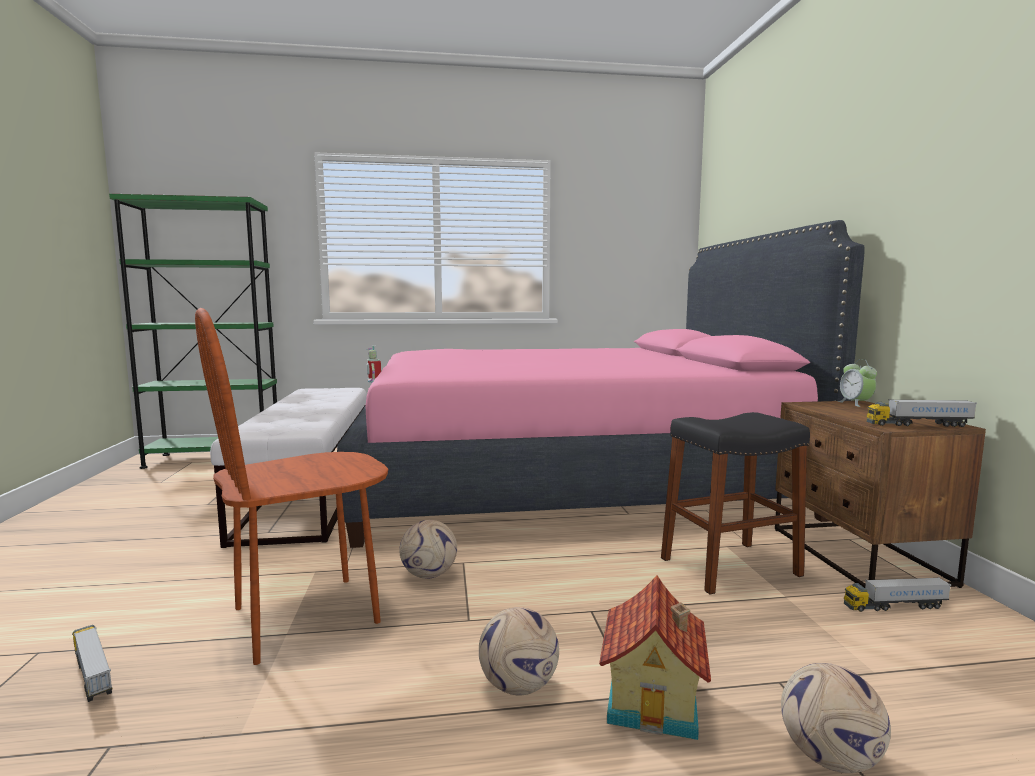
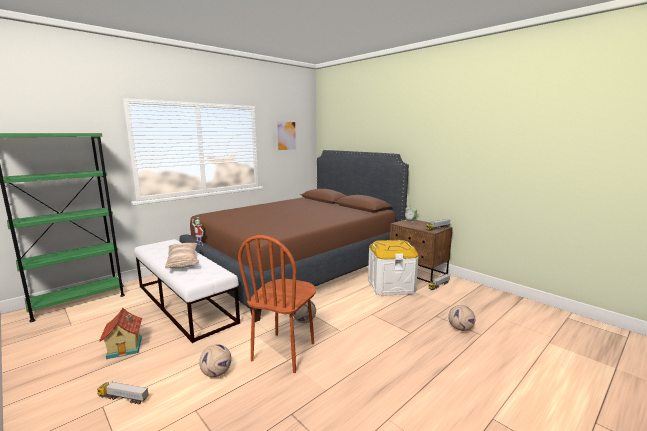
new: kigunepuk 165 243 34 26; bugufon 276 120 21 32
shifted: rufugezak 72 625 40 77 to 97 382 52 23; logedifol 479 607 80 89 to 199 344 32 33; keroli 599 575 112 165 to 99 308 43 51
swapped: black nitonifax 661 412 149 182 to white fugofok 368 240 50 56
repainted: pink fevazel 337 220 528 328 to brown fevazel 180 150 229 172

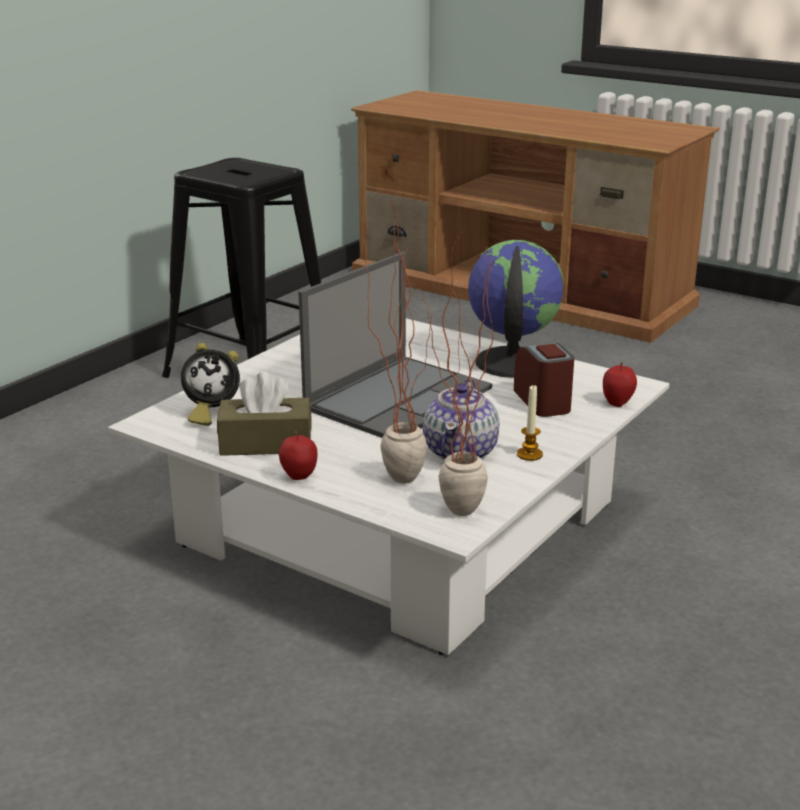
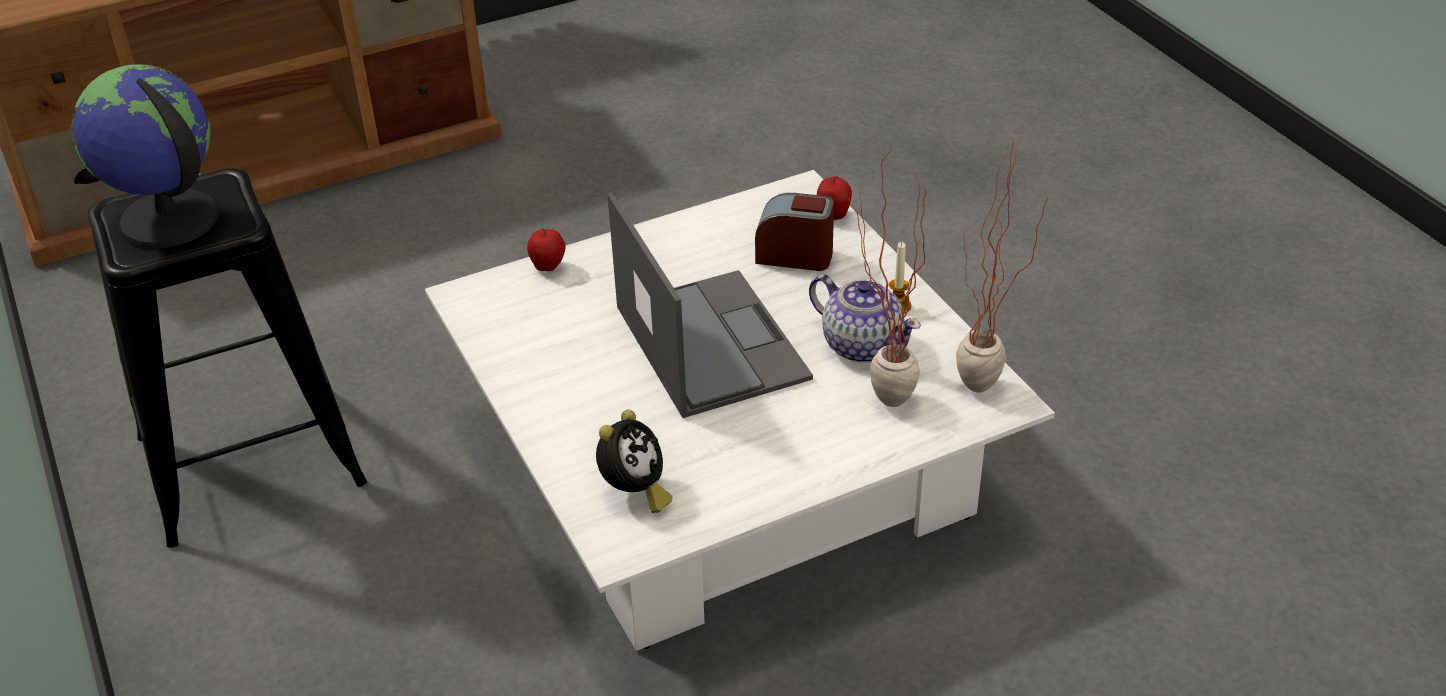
gone: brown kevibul 217 372 95 84
shifted: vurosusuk 279 431 39 49 to 527 228 38 43; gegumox 468 240 96 138 to 71 65 148 184

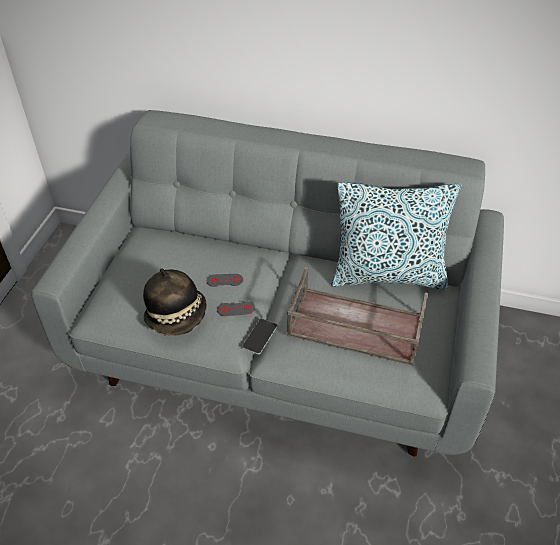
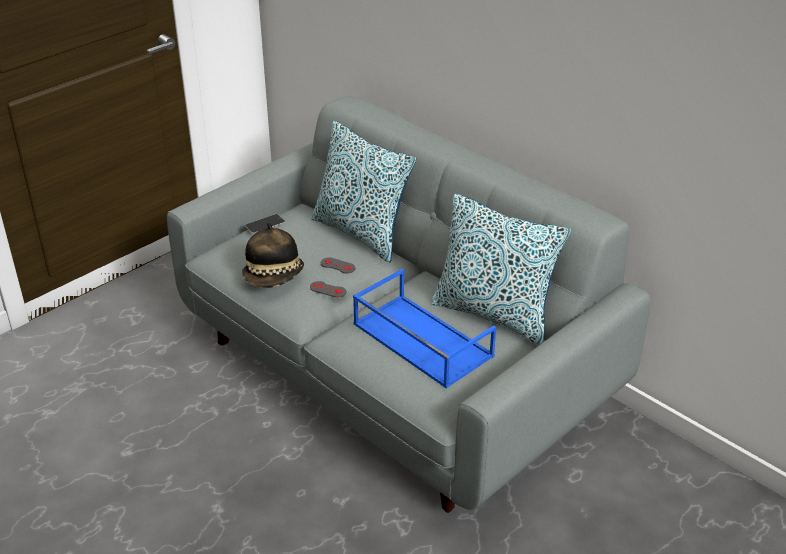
new: kigunepuk 311 121 105 141
shifted: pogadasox 242 318 36 36 to 245 214 41 20
repainted: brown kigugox 287 267 141 98 to blue kigugox 353 269 143 120

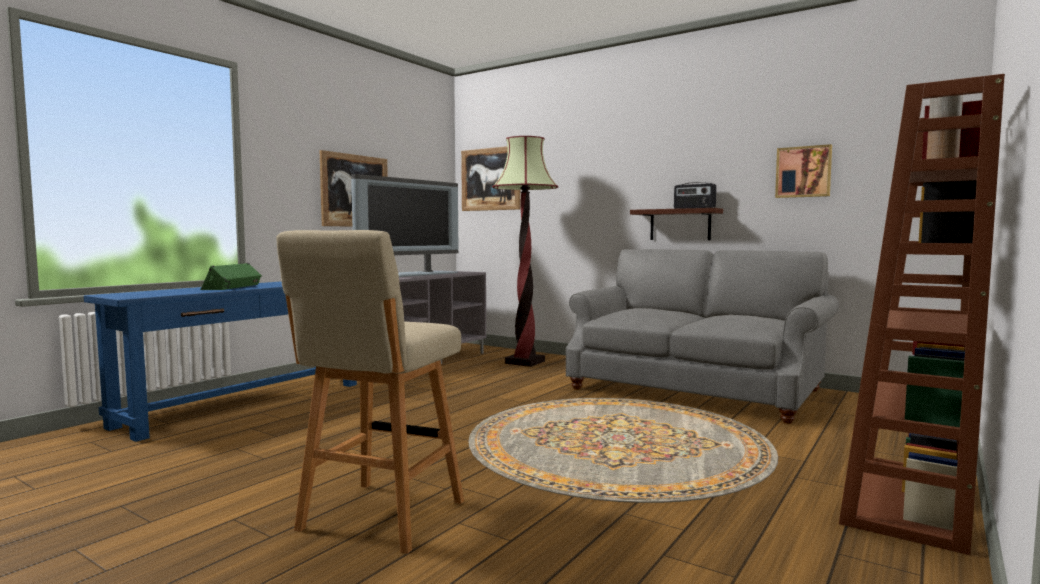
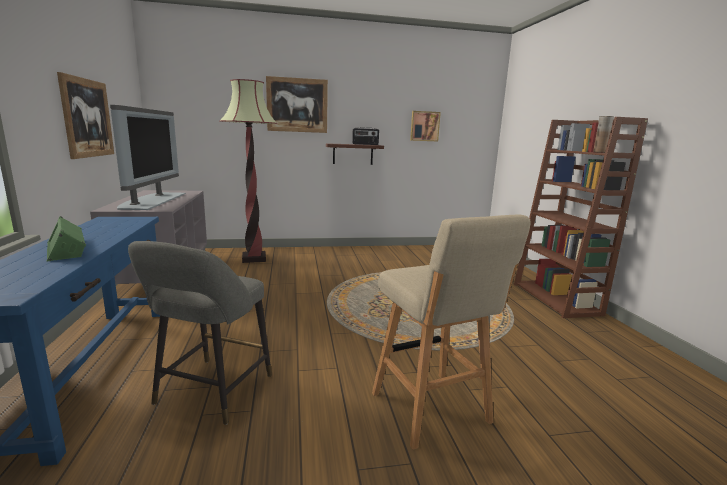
gone: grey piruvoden 566 249 273 175
new: grey nitonifax 128 241 144 184
shifted: bugufon 461 146 60 65 to 266 76 62 57

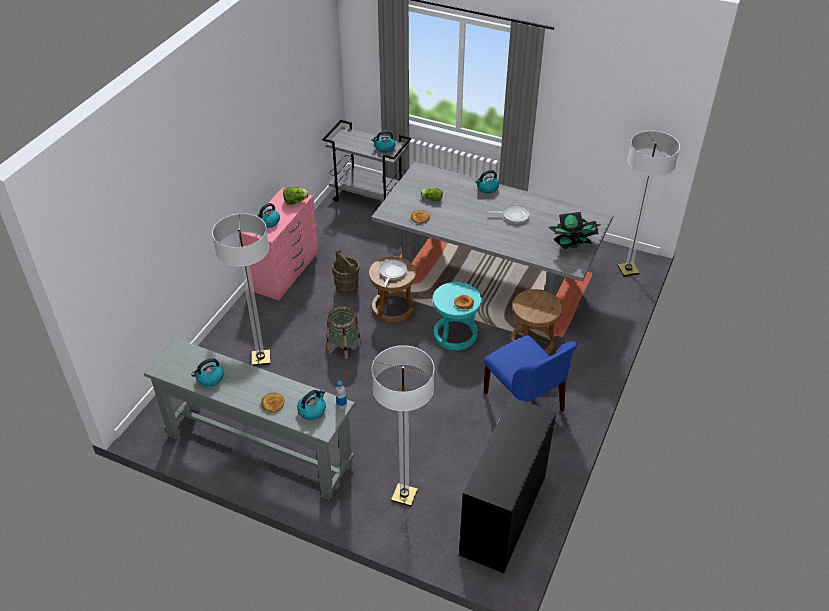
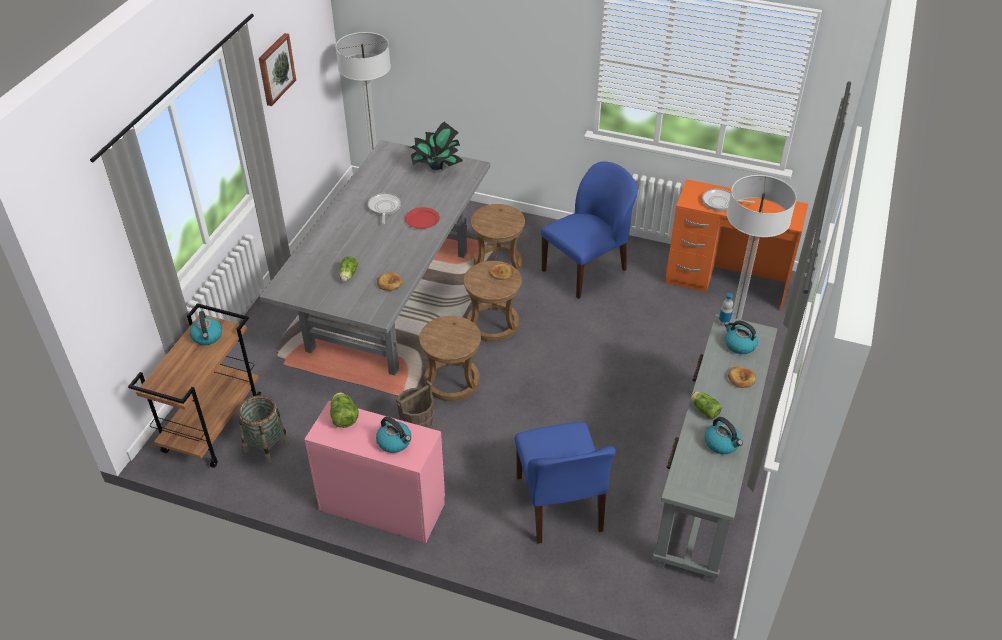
gone: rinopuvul 475 170 24 24
new: bugufon 259 33 37 73; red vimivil 405 207 35 22; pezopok 691 392 31 27
shifted: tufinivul 327 306 34 53 to 238 395 51 69; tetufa 379 259 28 28 to 702 189 53 22
swapped: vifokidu 212 213 58 153 to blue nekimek 514 422 102 122
repainted: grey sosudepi 322 120 89 82 to brown sosudepi 128 303 133 165; turquoise nitonifax 432 282 50 68 to brown nitonifax 463 261 59 81; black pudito 459 397 97 176 to orange pudito 665 179 143 132

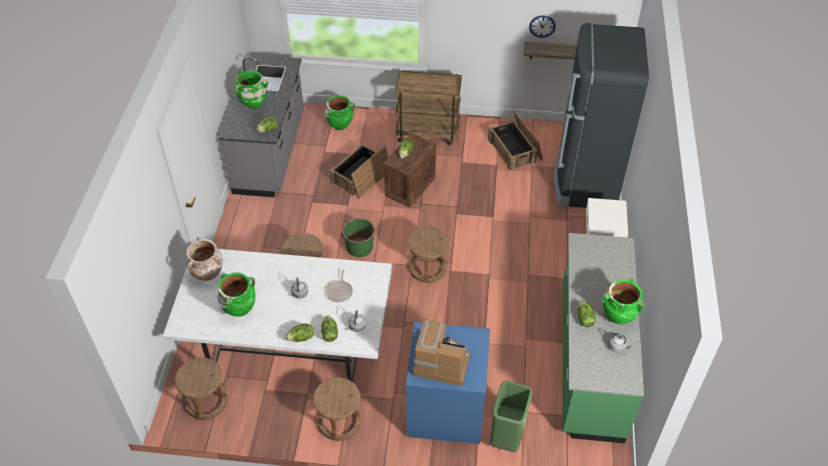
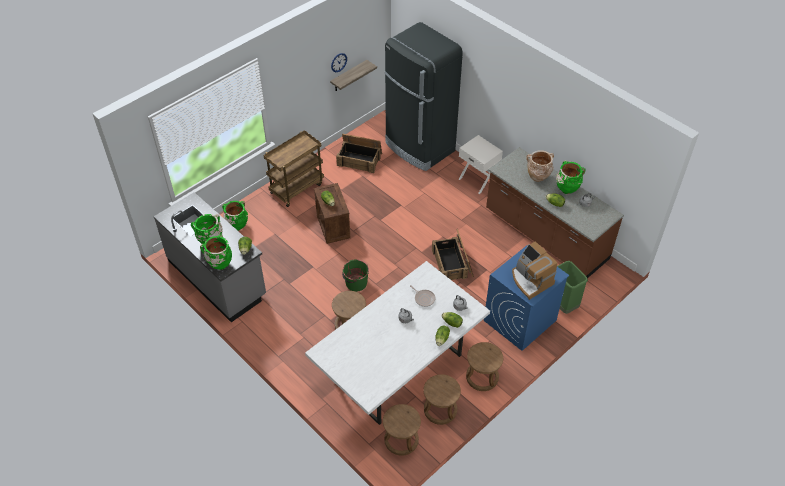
shifted: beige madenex 186 237 37 44 to 526 150 28 32; green madenex 217 272 39 45 to 200 234 32 36; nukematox 329 143 59 56 to 432 229 42 51; brown nitonifax 408 226 41 57 to 423 374 38 51
repainted: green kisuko 563 233 81 210 to brown kisuko 486 147 138 131
rotated: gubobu 413 319 57 67 = 512 241 46 59 90 degrees counterclockwise

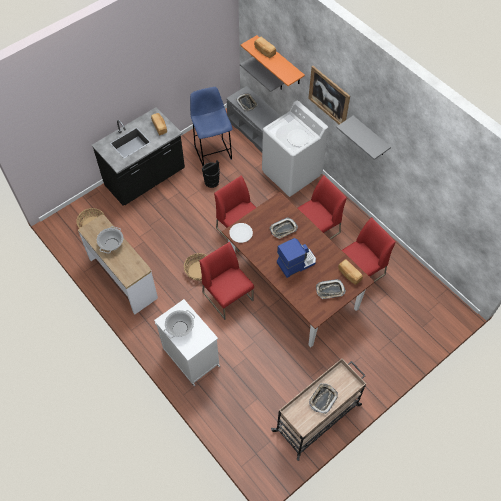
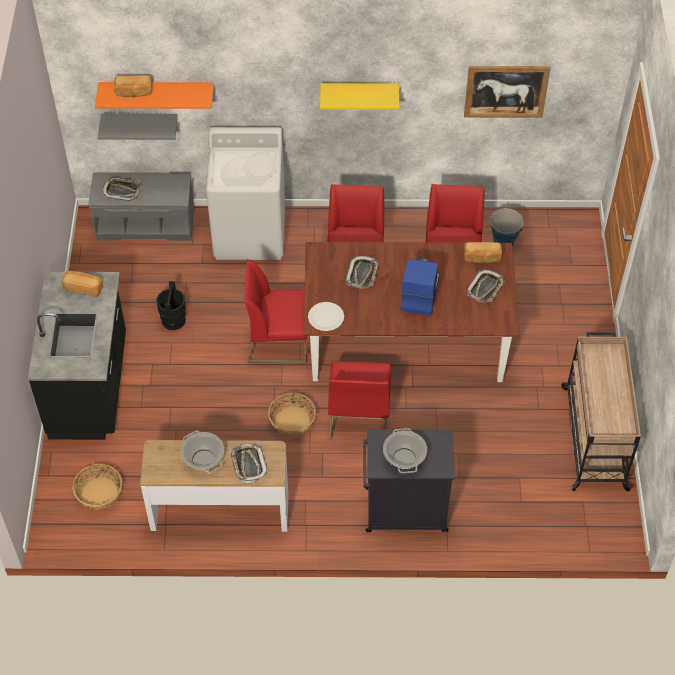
gone: blue nitonifax 190 87 42 79
new: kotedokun 490 208 34 38
shifted: bugufon 308 66 42 59 to 464 66 86 52; kigugox 309 383 29 31 to 230 443 38 40
repainted: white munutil 154 299 66 87 to black munutil 363 429 92 103; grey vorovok 336 116 55 44 to yellow vorovok 320 83 80 27
rotated: red nekimek 199 242 55 78 = 328 361 63 80 90 degrees counterclockwise

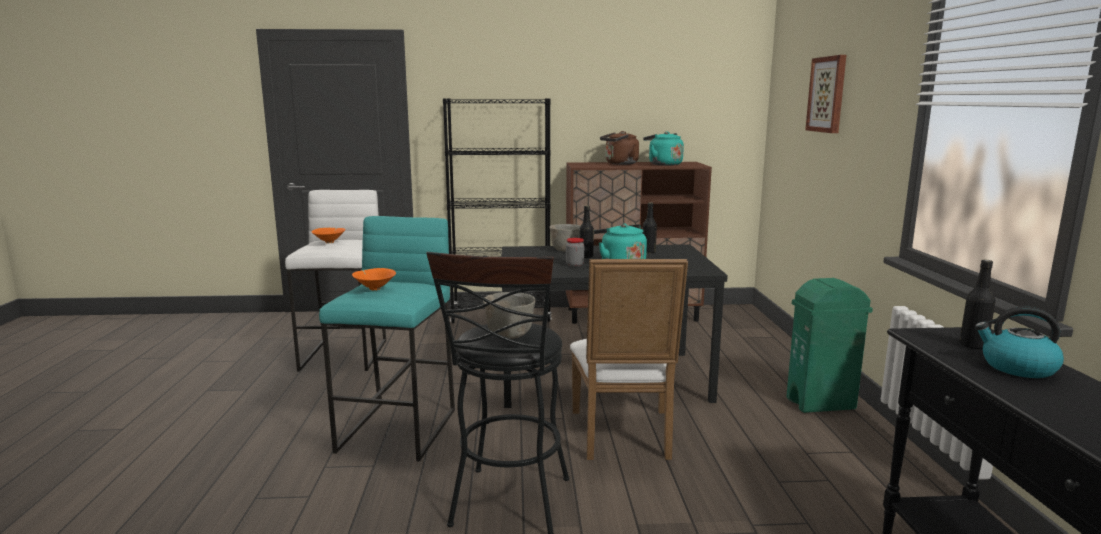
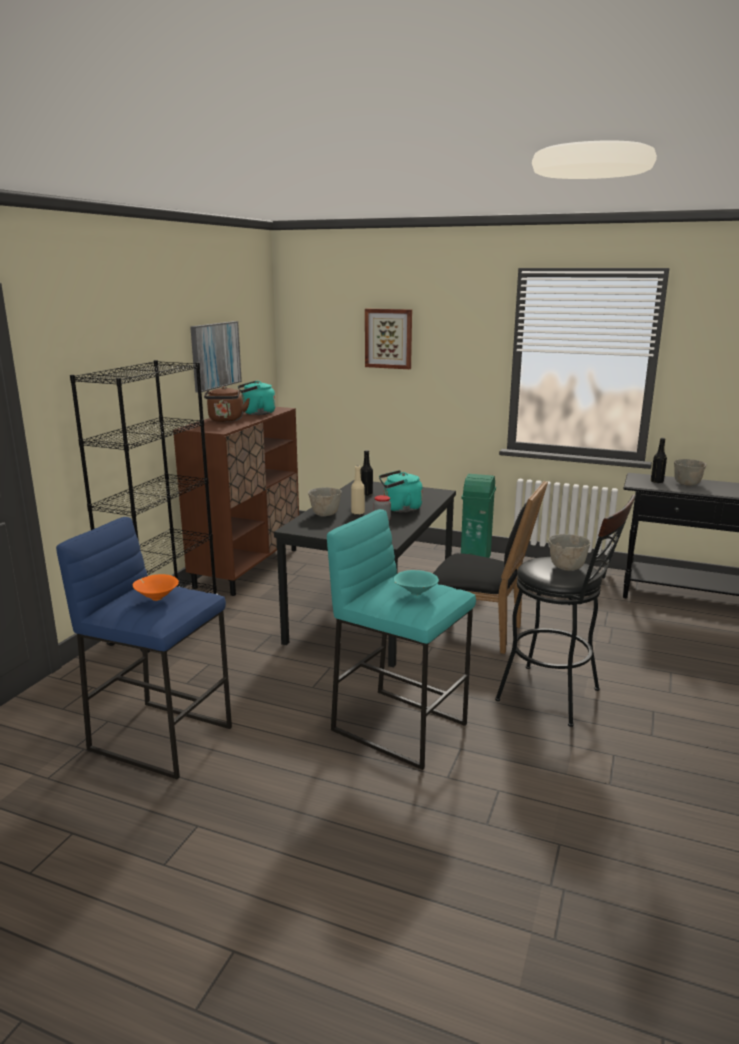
new: bugufon 190 321 52 72
swapped: rinopuvul 975 306 89 72 to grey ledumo 674 459 33 27
repainted: white nitonifax 285 190 101 182 to blue nitonifax 56 517 176 263; orange ledumo 352 268 44 23 to turquoise ledumo 394 570 45 26; white nekimek 570 259 118 201 to black nekimek 433 481 115 173; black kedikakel 579 206 15 52 to beige kedikakel 351 466 14 49

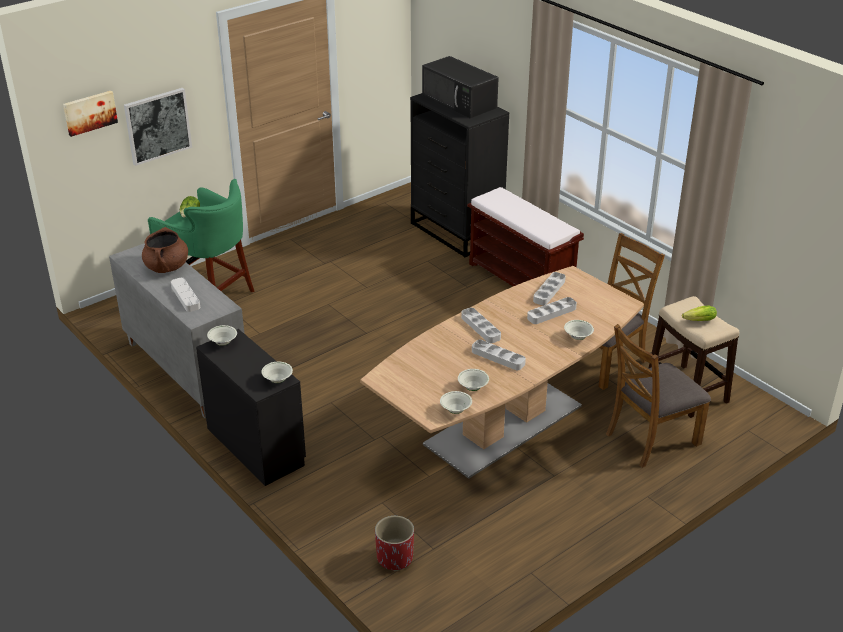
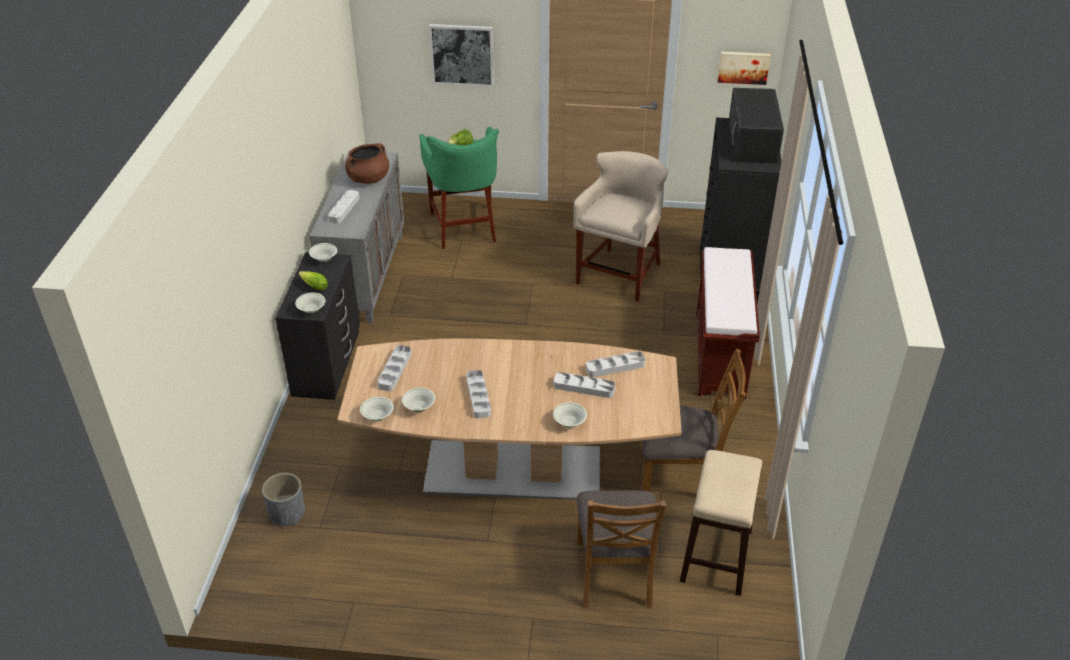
new: beige nitonifax 573 151 95 151
shifted: bugufon 63 91 55 46 to 718 52 53 33; grey kigugox 461 308 40 35 to 377 345 34 46; pezopok 682 306 35 15 to 298 271 30 19
repainted: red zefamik 375 516 39 55 to grey zefamik 262 473 43 53
rotated: brown nekimek 606 324 105 144 = 576 490 90 118 105 degrees counterclockwise

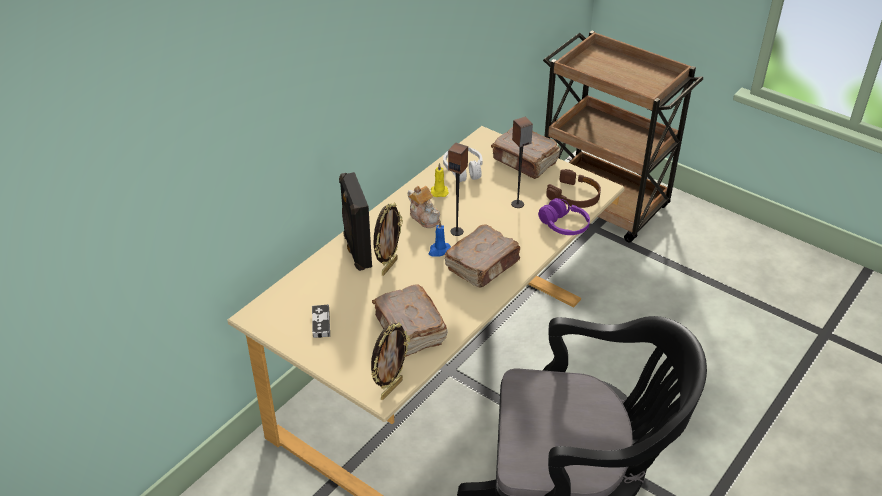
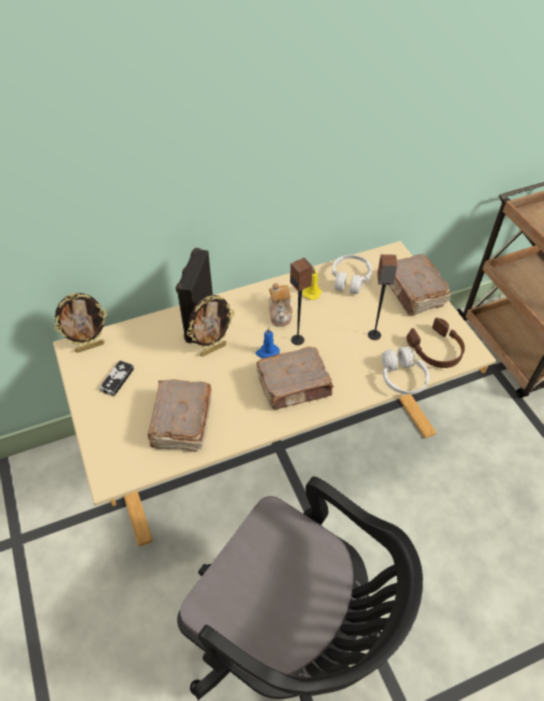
shifted: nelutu 371 322 39 78 to 54 293 54 60
repainted: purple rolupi 538 198 52 37 to white rolupi 382 346 48 49

